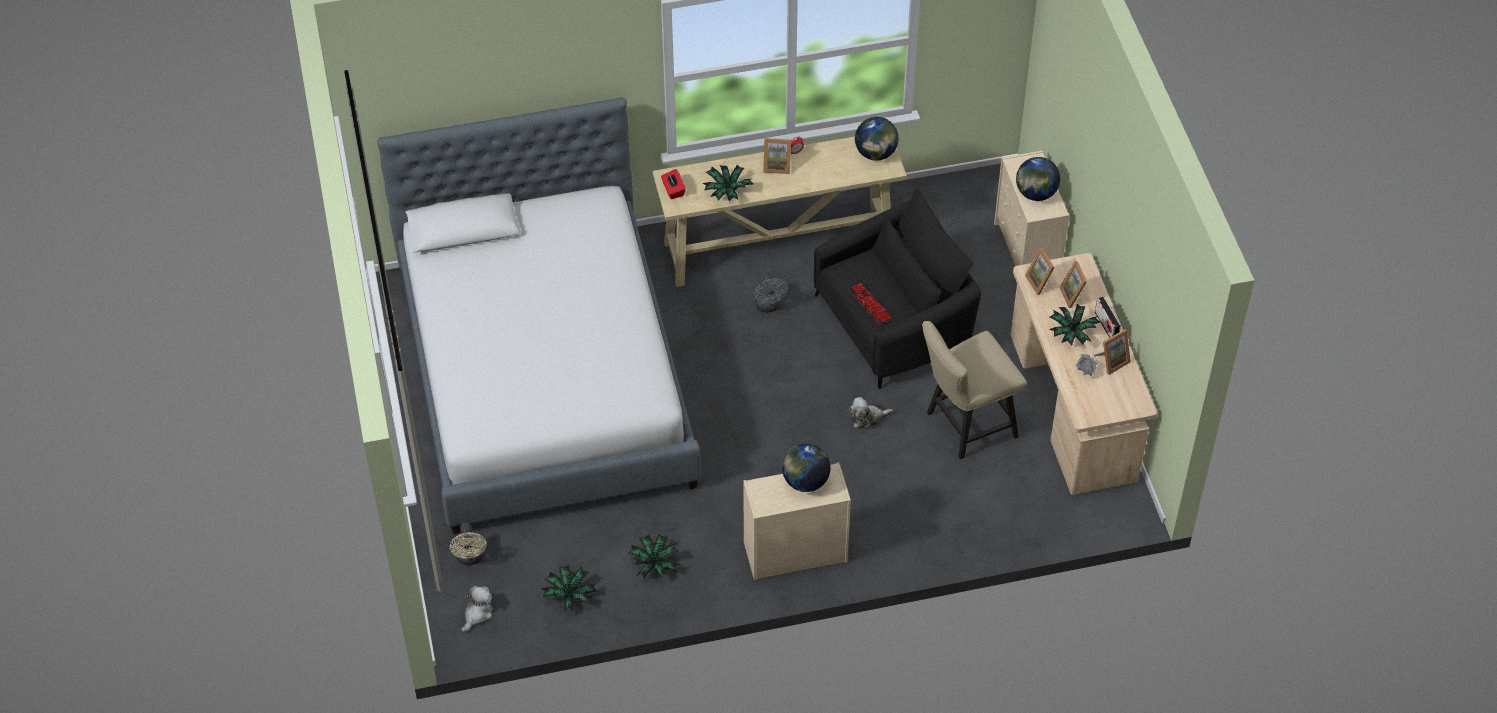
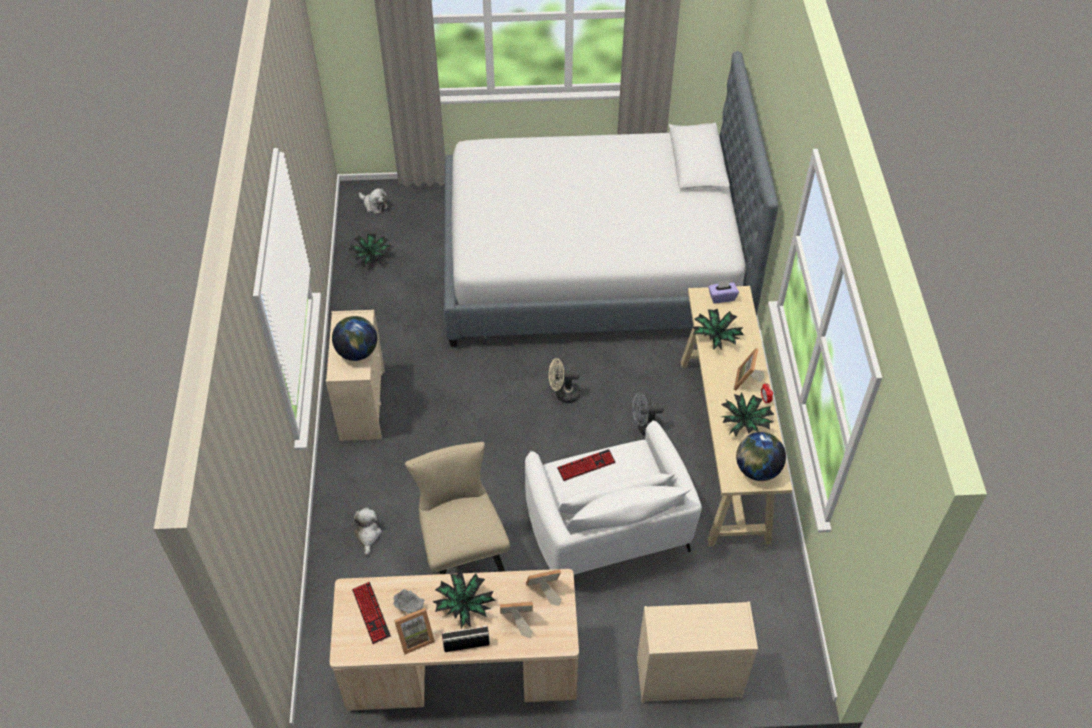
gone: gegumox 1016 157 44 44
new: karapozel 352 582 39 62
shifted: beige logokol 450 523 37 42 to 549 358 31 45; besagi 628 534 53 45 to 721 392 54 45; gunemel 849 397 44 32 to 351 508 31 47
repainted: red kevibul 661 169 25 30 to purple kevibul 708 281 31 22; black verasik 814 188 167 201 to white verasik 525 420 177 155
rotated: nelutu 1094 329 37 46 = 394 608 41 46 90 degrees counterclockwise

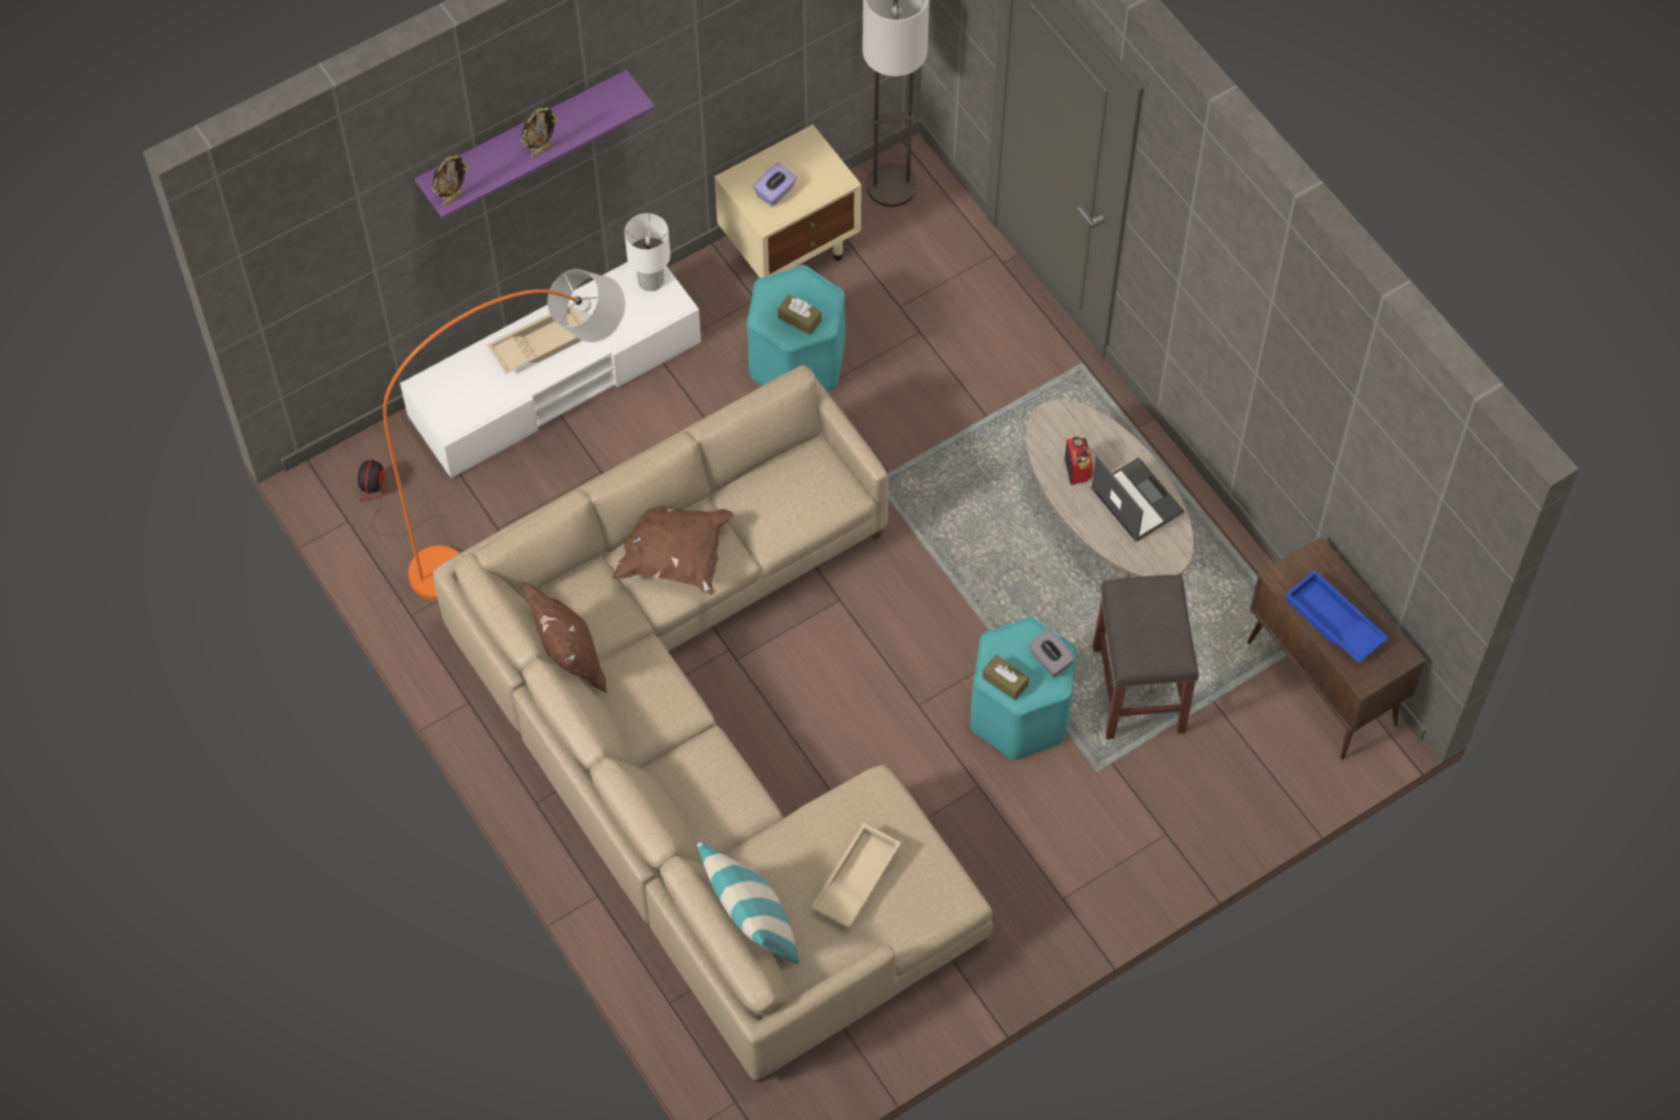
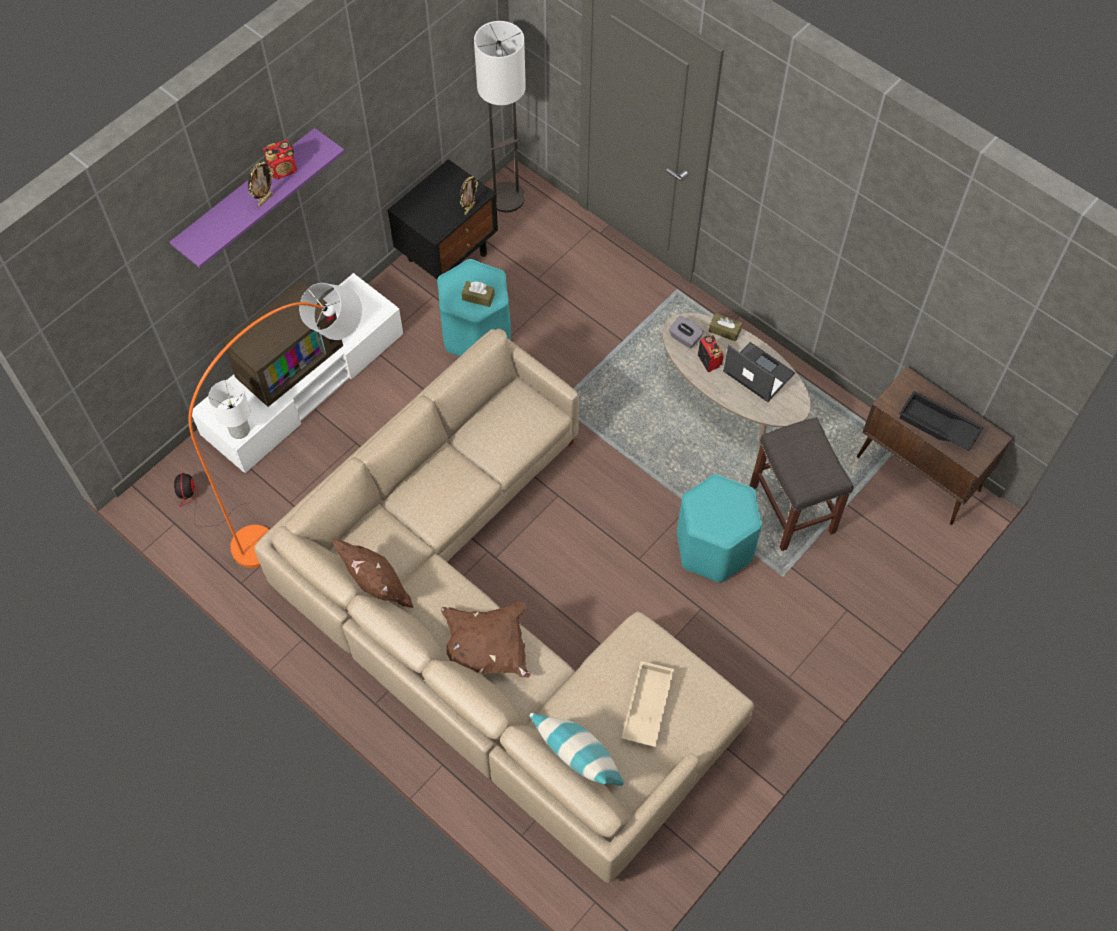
gone: purple kevibul 753 162 44 44
new: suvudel 263 139 34 40
shifted: nelutu 432 155 37 51 to 460 176 18 39; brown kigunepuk 612 505 121 90 to 441 602 90 76; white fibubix 624 213 46 78 to 208 380 42 59; brown kevibul 982 654 47 46 to 709 313 34 28; grey kevibul 1028 628 47 49 to 669 316 35 32
swapped: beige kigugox 487 303 96 70 to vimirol 222 280 121 127
repainted: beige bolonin 714 125 147 153 to black bolonin 388 159 110 121; blue kigugox 1285 570 103 93 to black kigugox 899 391 85 60

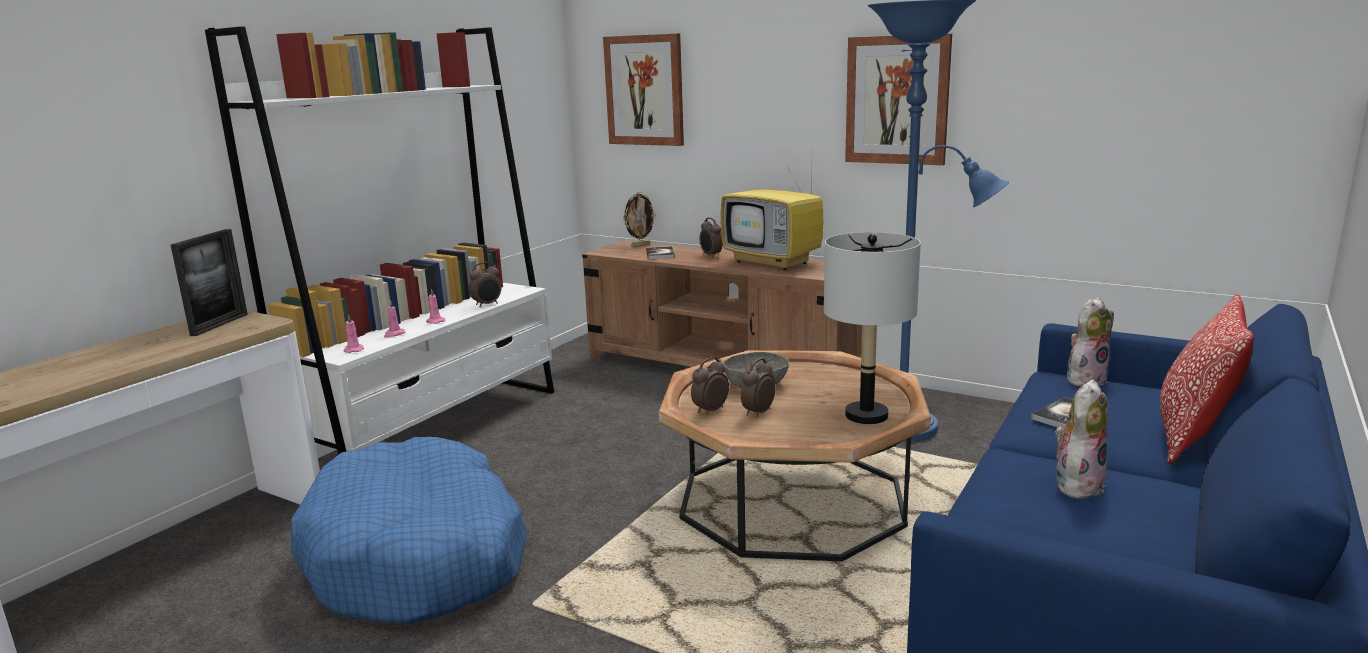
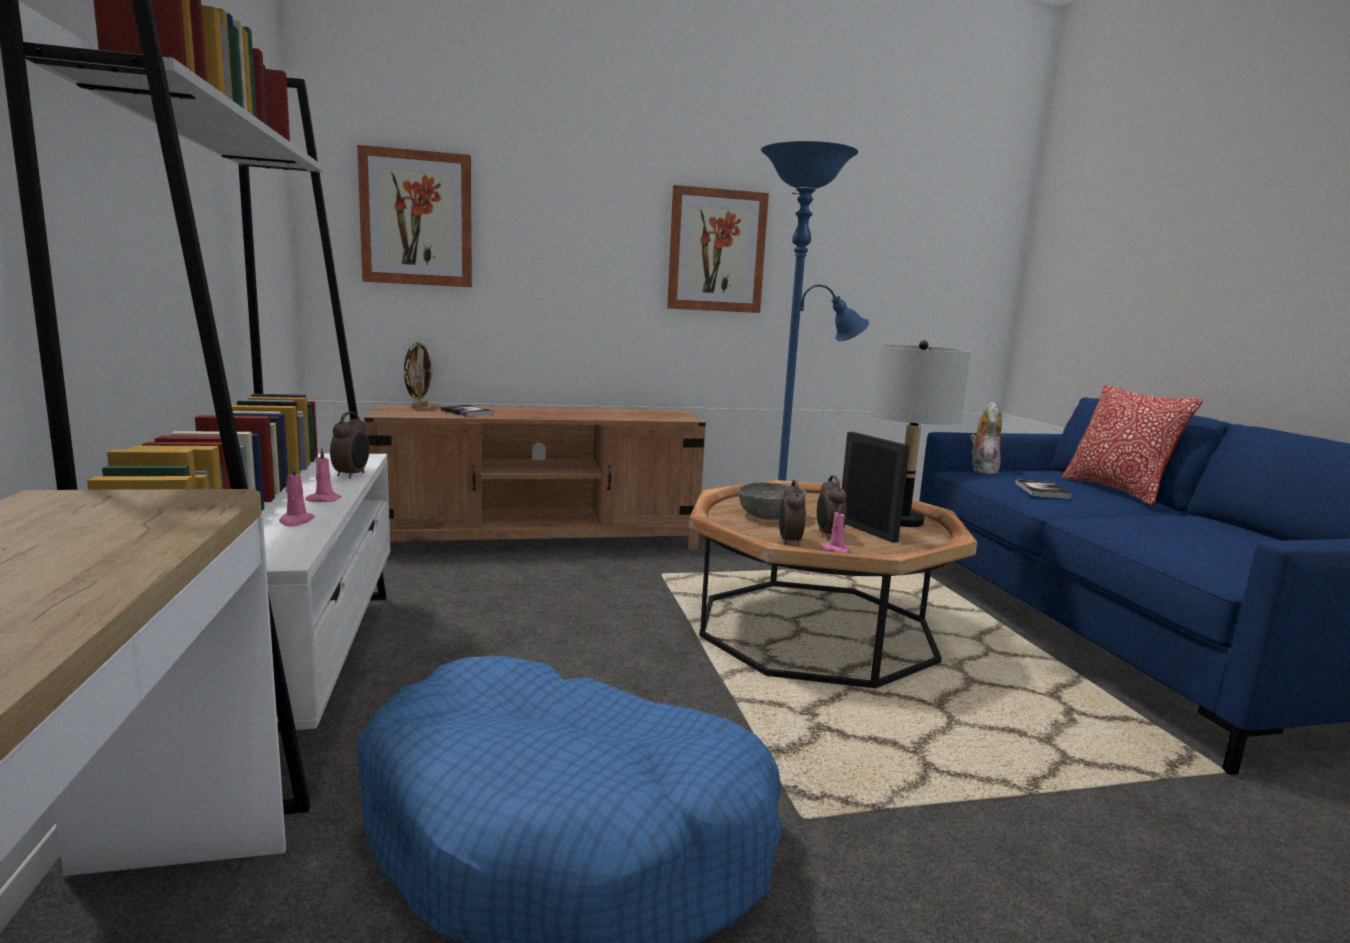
gone: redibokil 700 217 23 41; vimirol 721 151 102 120; gunemel 1055 379 53 120
shifted: nelutu 170 229 78 107 to 842 432 68 111; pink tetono 344 314 20 39 to 820 504 30 49

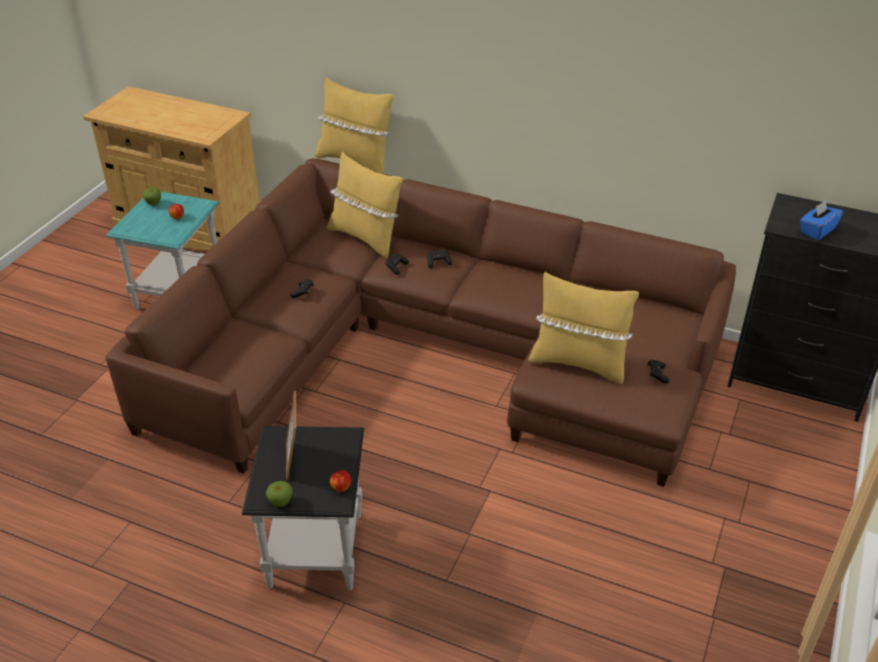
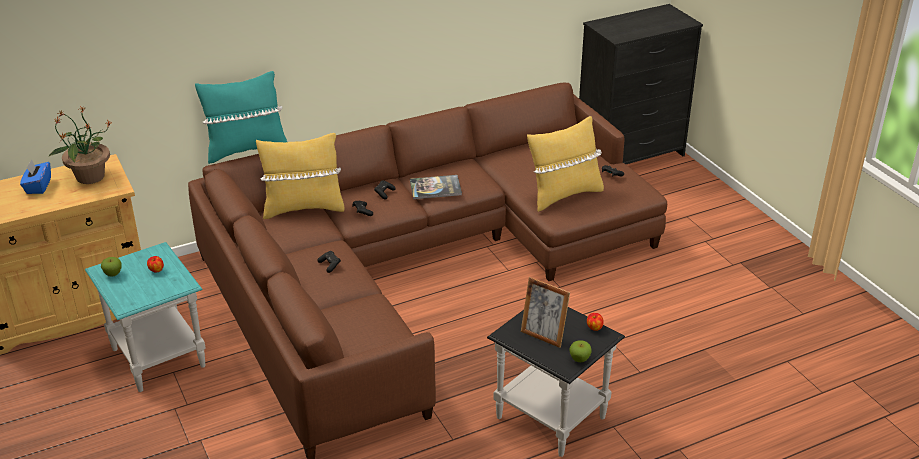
new: besagi 48 106 63 78; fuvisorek 410 175 52 24
shifted: blue kevibul 800 201 43 39 to 20 160 31 34
repainted: yellow kigunepuk 315 77 79 97 to turquoise kigunepuk 195 71 92 93

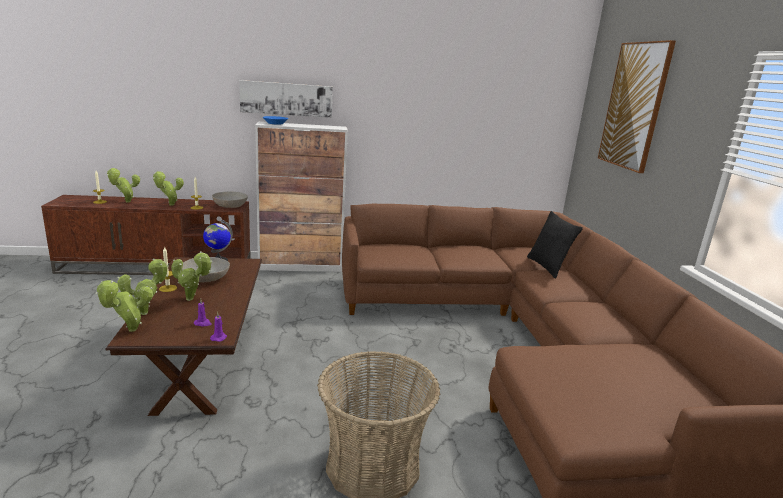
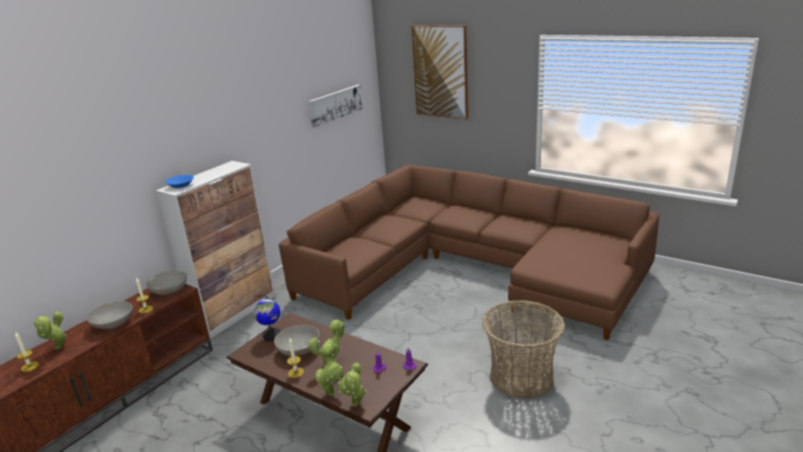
gone: black kigunepuk 527 211 56 68
shifted: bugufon 239 80 94 38 to 308 85 55 43
swapped: besagi 153 171 31 35 to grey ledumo 87 301 45 28

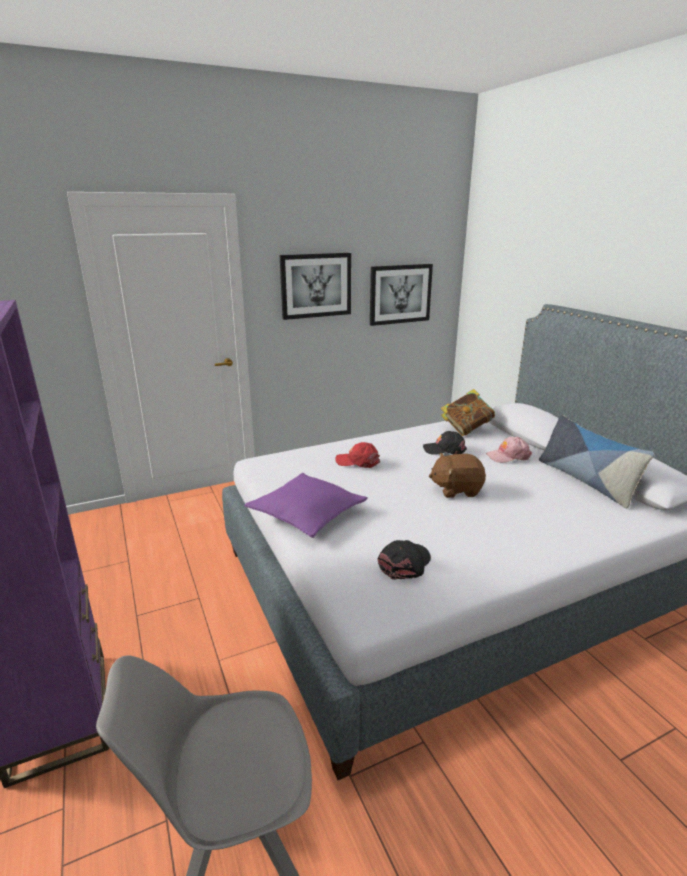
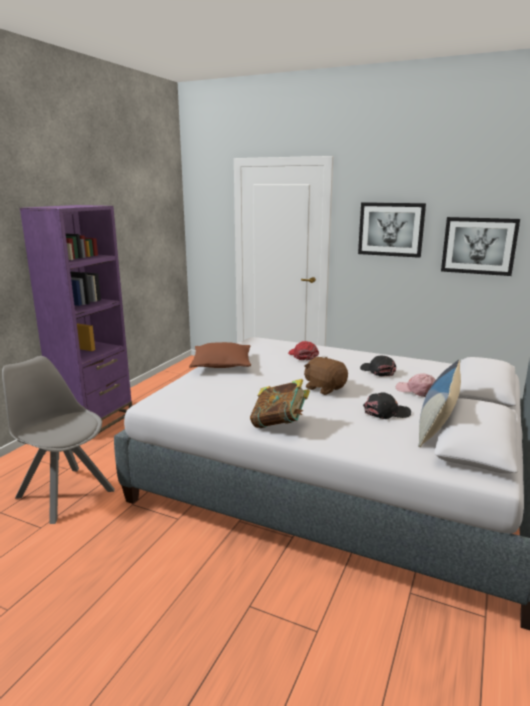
shifted: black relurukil 378 540 53 40 to 363 392 48 27; fuvisorek 441 389 54 47 to 250 379 60 49
repainted: purple kigunepuk 244 473 124 65 to brown kigunepuk 189 342 62 26

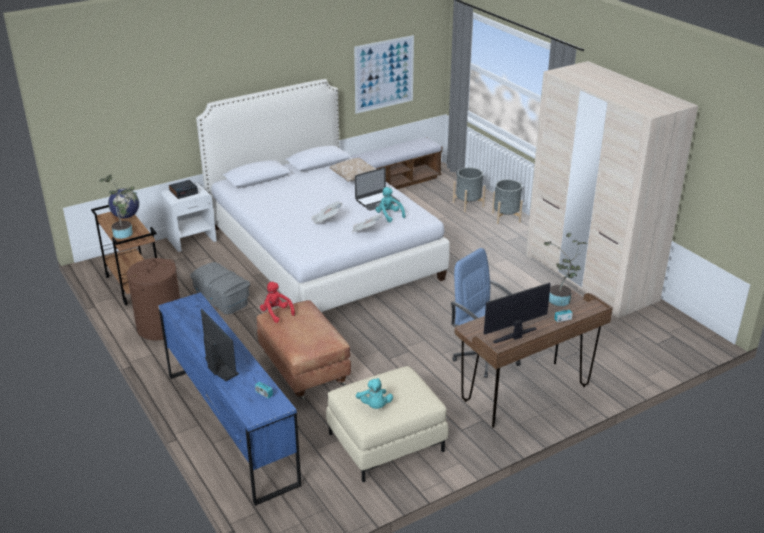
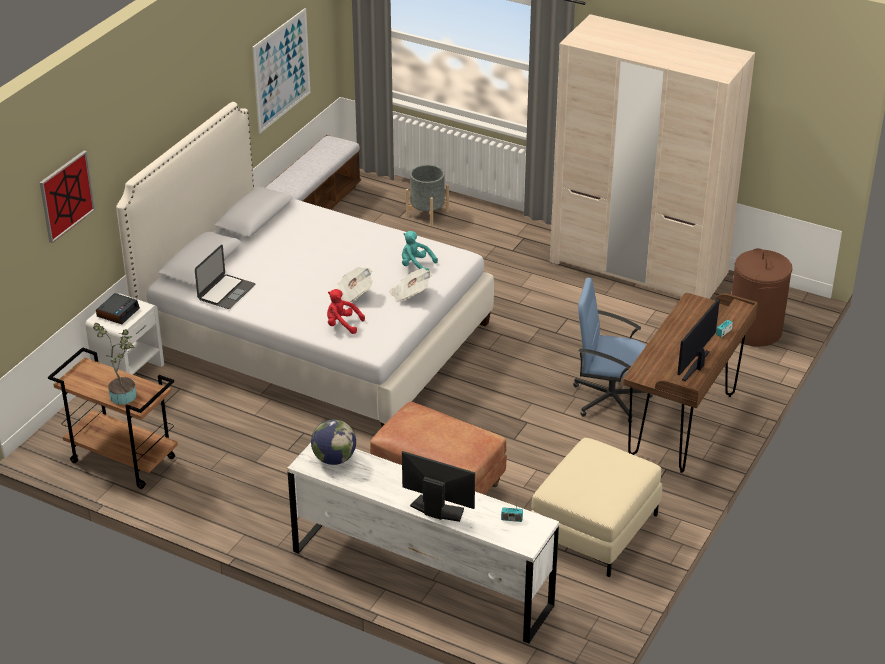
gone: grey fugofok 190 262 60 52; kigunepuk 329 158 47 24; turquoise gunemel 356 378 37 31; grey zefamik 492 179 31 45; besagi 544 233 44 73
new: bugufon 40 151 55 92
shifted: gegumox 108 188 31 30 to 311 419 45 46; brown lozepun 127 258 53 82 to 731 248 62 99; red gunemel 260 282 35 41 to 327 289 38 45; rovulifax 355 167 45 44 to 195 245 60 64
repainted: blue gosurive 158 292 143 214 to white gosurive 287 443 272 201

